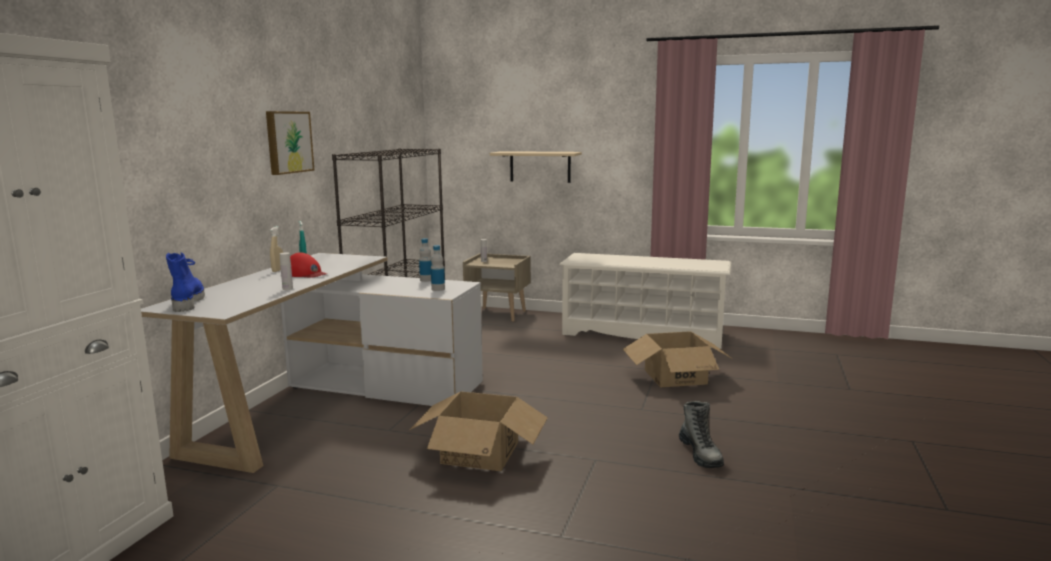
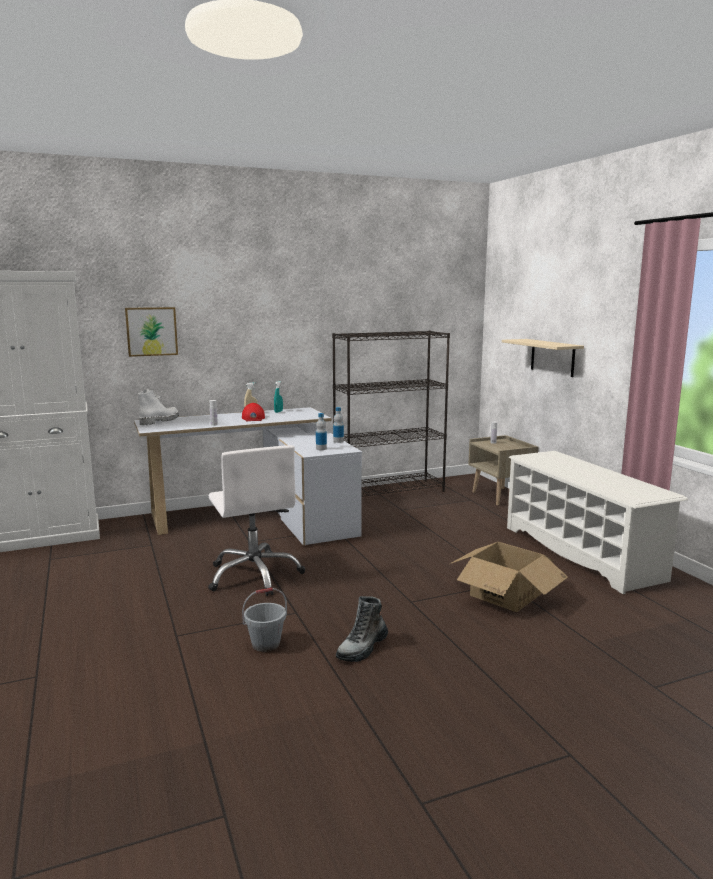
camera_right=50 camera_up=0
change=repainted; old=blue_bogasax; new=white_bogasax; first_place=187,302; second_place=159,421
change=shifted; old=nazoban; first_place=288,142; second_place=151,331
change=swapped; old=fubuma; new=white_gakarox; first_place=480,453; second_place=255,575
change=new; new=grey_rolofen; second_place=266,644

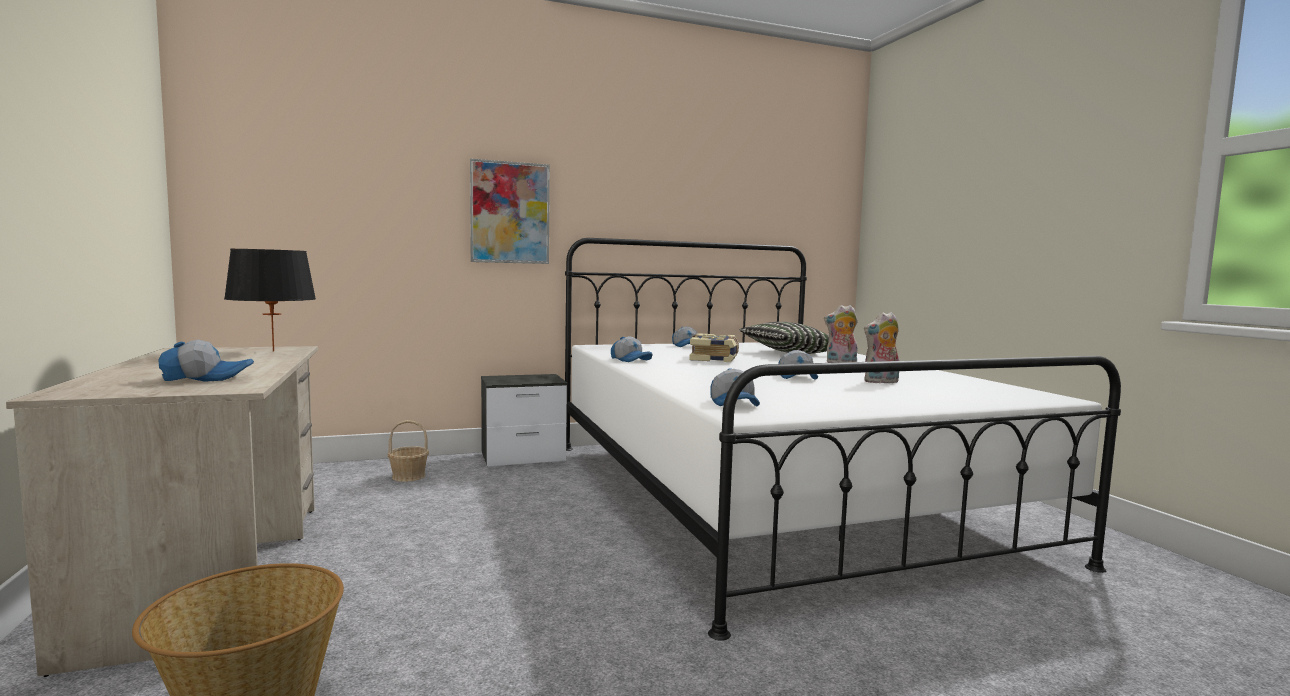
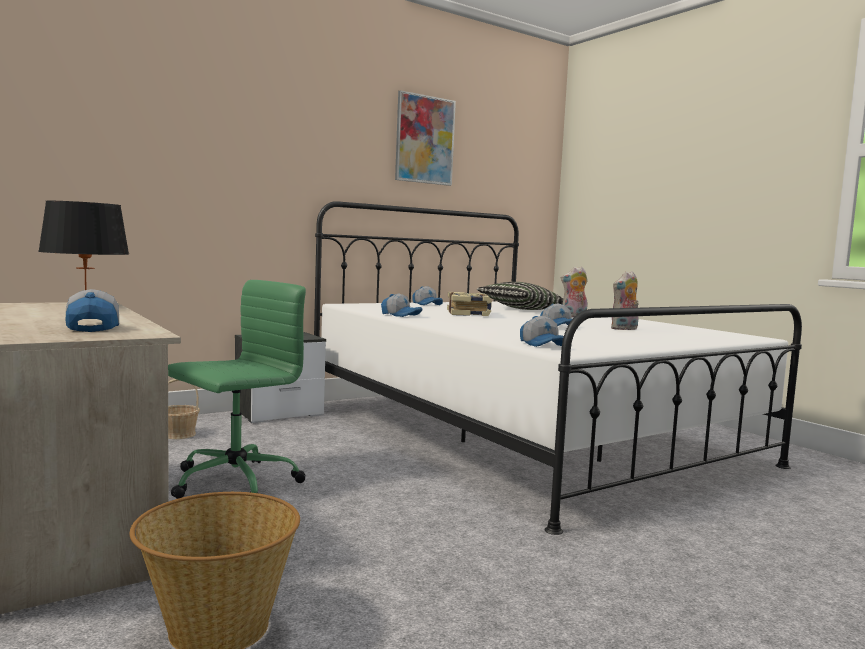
camera_right=-15 camera_up=0
change=rotated; old=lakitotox; first_place=207,378; second_place=92,327; degrees=-75
change=shifted; old=nazoban; first_place=510,213; second_place=424,139
change=new; new=green_gakarox; second_place=233,483

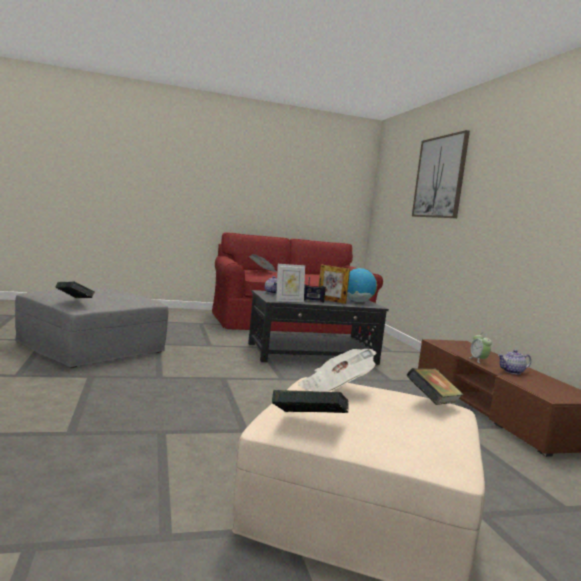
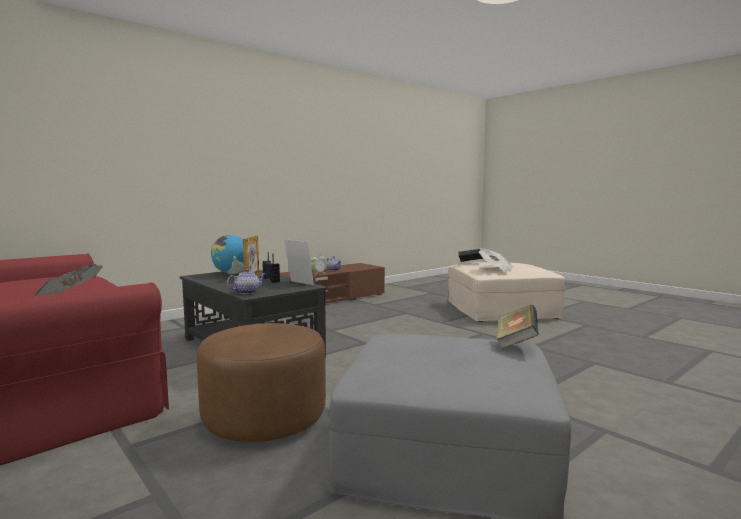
camera_right=-115 camera_up=0
change=gone; old=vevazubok; first_place=308,423
change=gone; old=nazoban; first_place=440,177
change=new; new=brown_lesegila; second_place=264,418

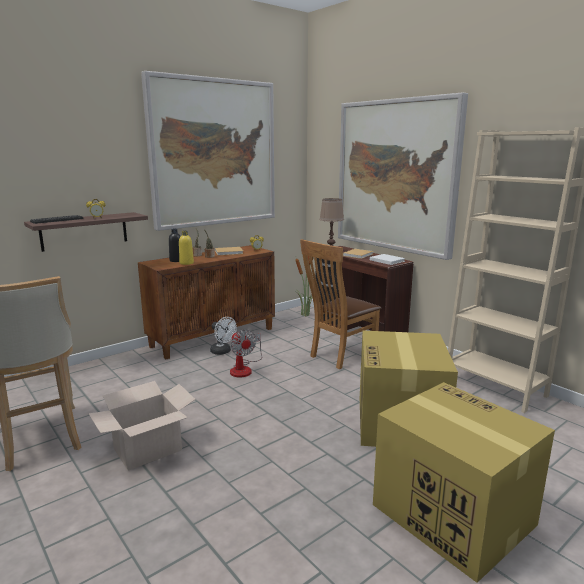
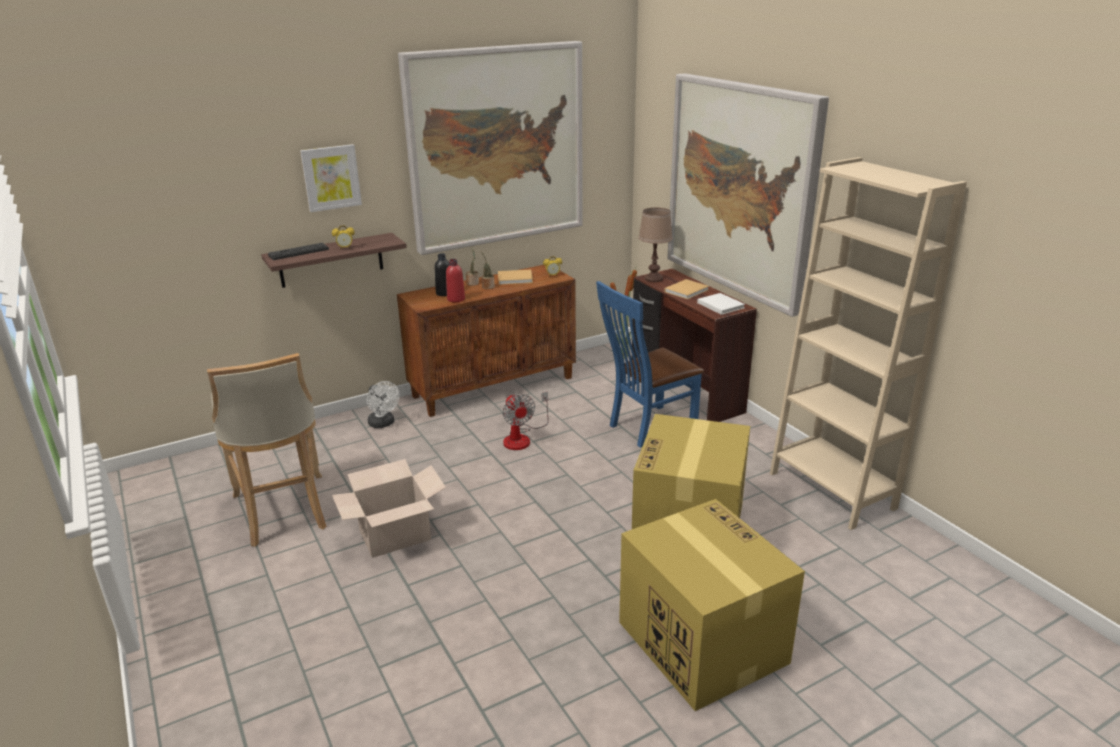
camera_right=10 camera_up=10
change=repainted; old=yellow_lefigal; new=red_lefigal; first_place=186,263; second_place=456,299
change=shifted; old=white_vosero; first_place=223,352; second_place=383,424
change=repainted; old=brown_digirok; new=blue_digirok; first_place=339,356; second_place=647,427
change=new; new=nazoban; second_place=331,177

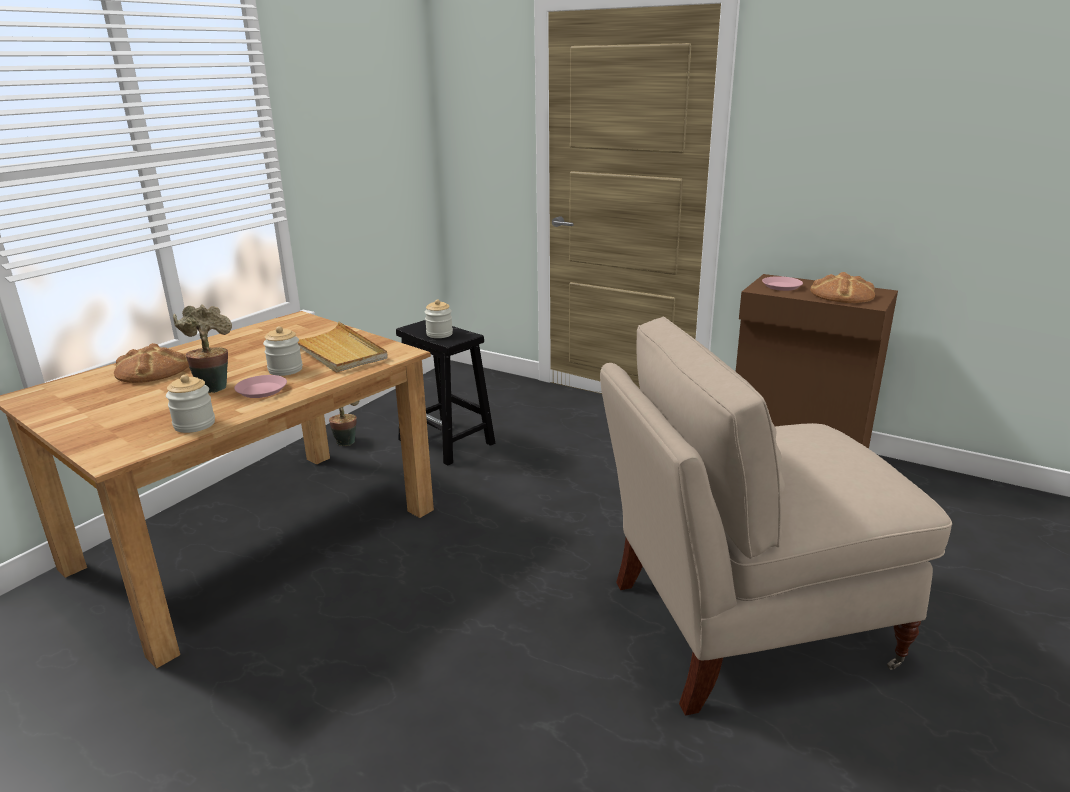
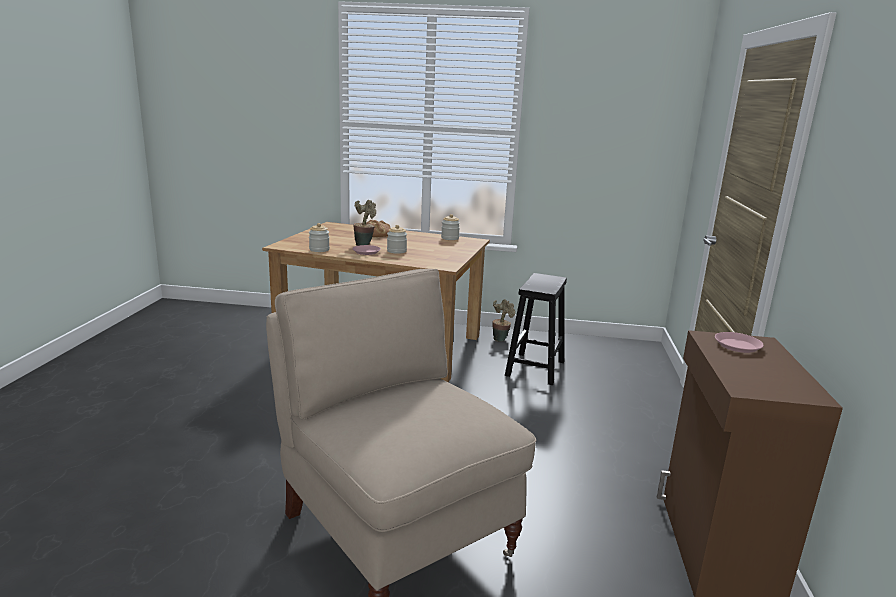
camera_right=65 camera_up=-5
change=gone; old=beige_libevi; first_place=336,351
change=shifted; old=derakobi; first_place=439,334; second_place=450,238
change=gone; old=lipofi; first_place=842,295

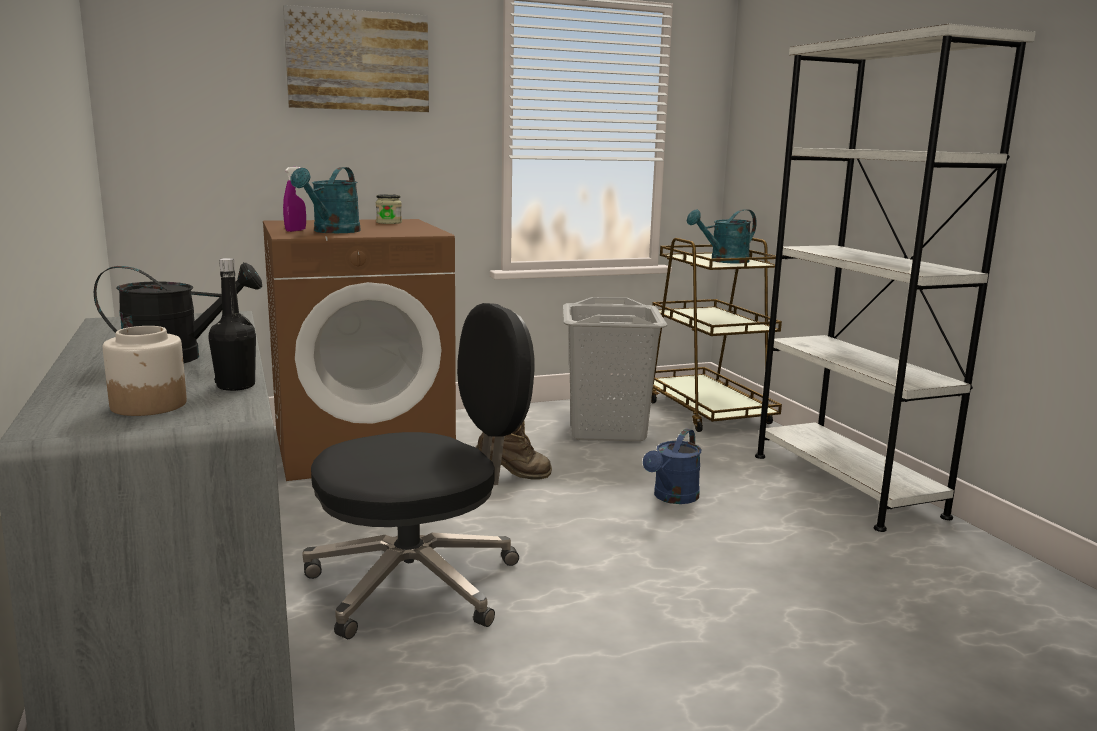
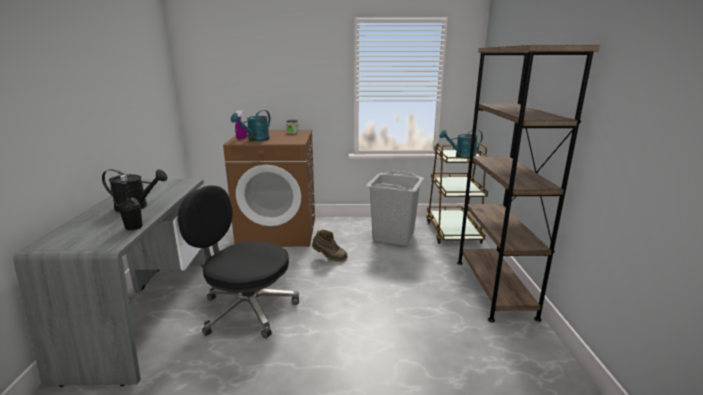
camera_right=20 camera_up=5
change=gone; old=derakobi; first_place=149,405
change=gone; old=nazoban; first_place=358,61
change=rotated; old=black_gakarox; first_place=419,582; second_place=246,309; degrees=-150
change=gone; old=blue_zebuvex; first_place=672,498
change=repainted; old=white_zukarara; new=brown_zukarara; first_place=845,484; second_place=494,288

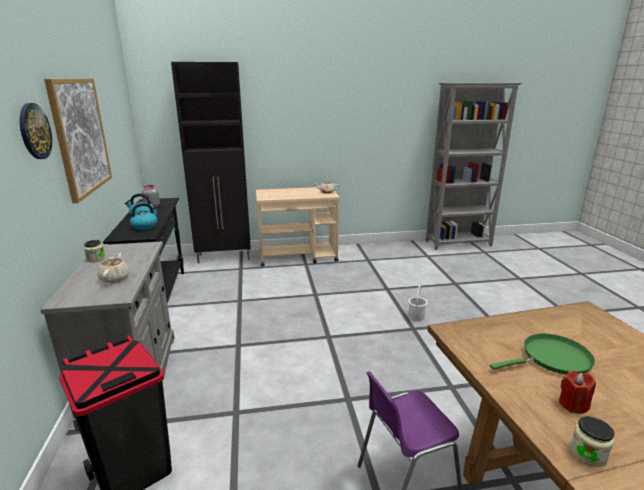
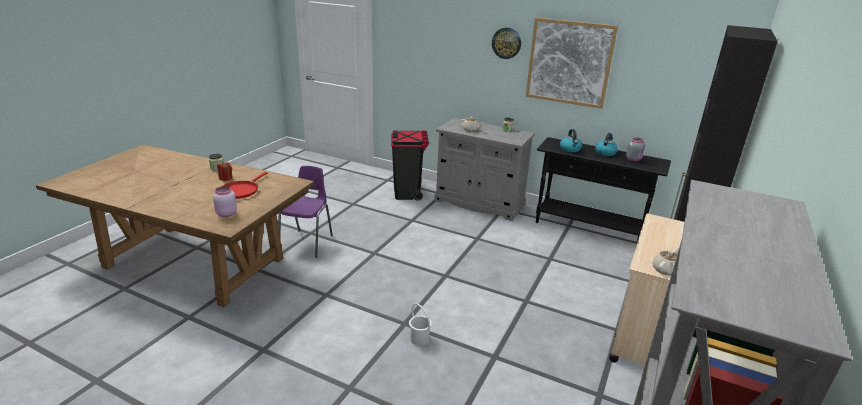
camera_right=125 camera_up=5
change=repainted; old=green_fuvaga; new=red_fuvaga; first_place=552,358; second_place=241,191
change=new; new=pink_derakobi; second_place=226,214

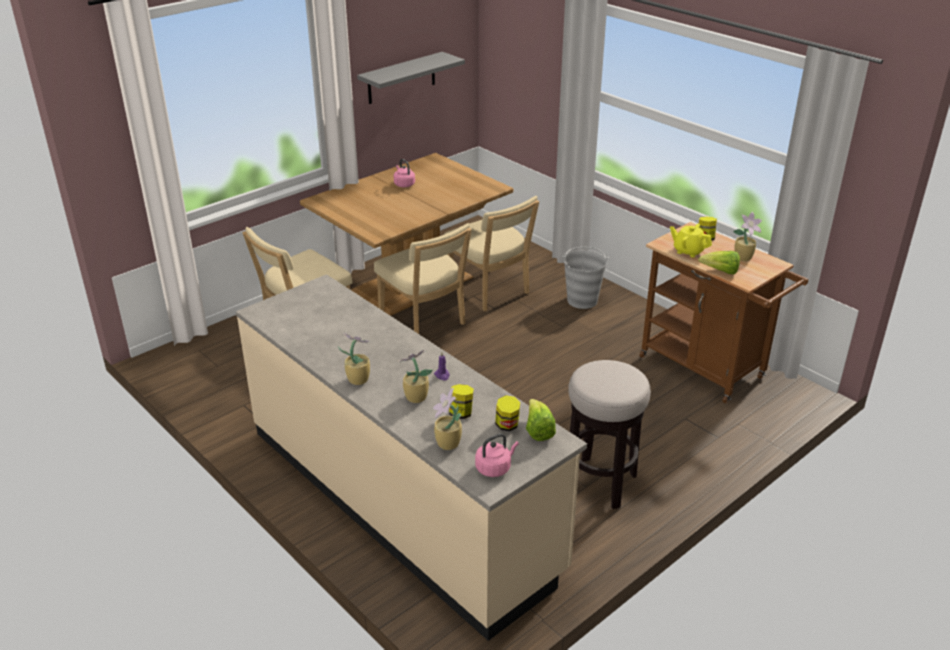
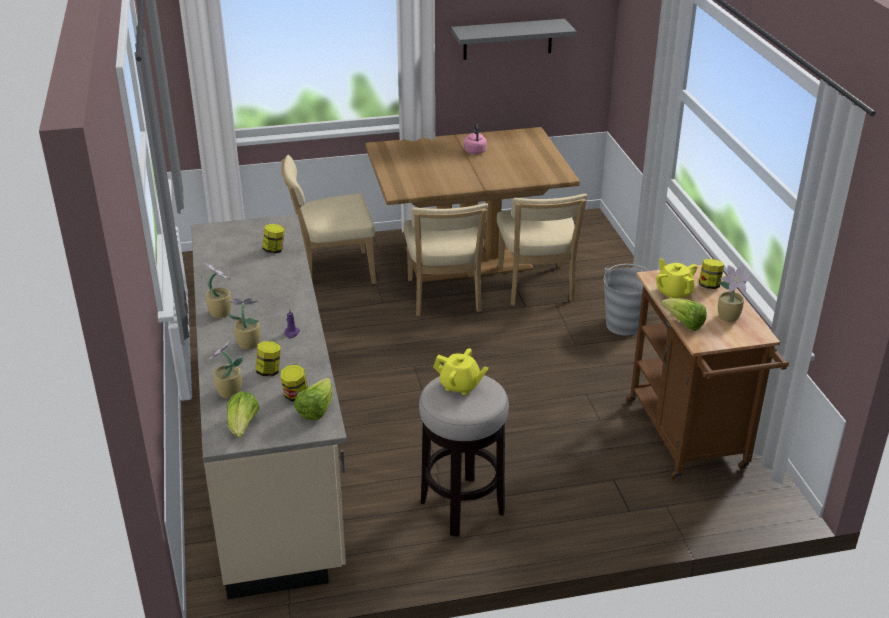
camera_right=30 camera_up=0
change=swapped; old=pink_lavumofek; new=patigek; first_place=494,468; second_place=243,427
change=new; new=derakobi; second_place=274,250
change=new; new=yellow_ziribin; second_place=460,386

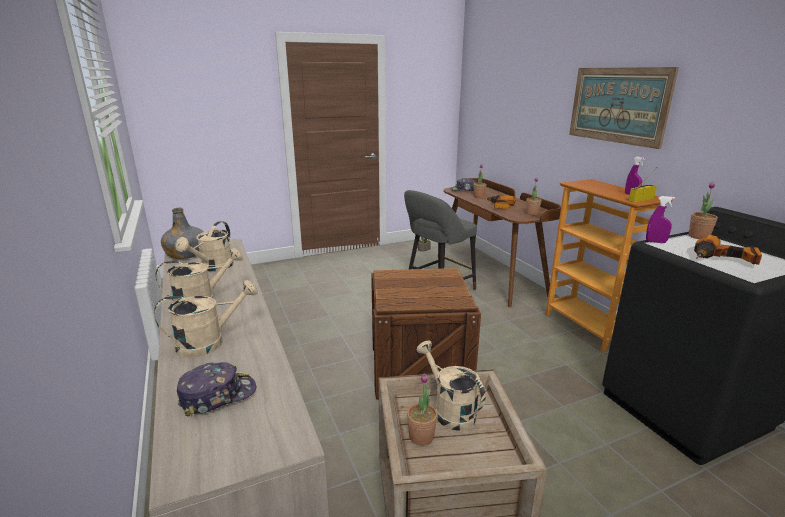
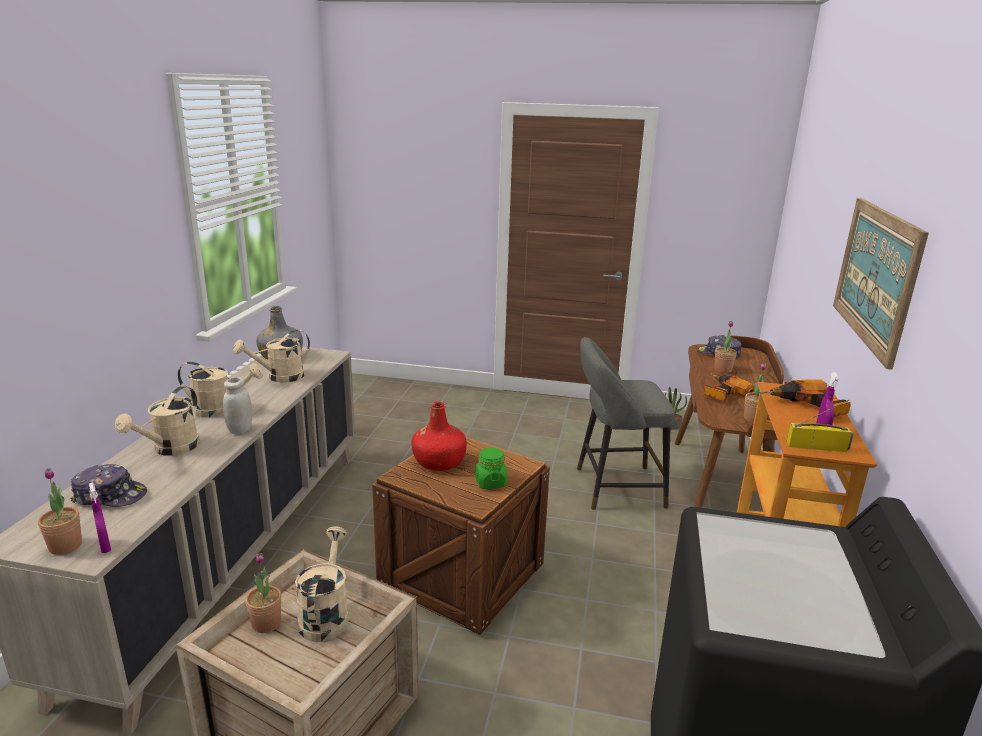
camera_right=35 camera_up=0
change=rotated; old=beige_zebuvex; first_place=209,342; second_place=170,449; degrees=105
change=shifted; old=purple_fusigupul; first_place=655,242; second_place=105,547
change=shifted; old=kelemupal; first_place=698,236; second_place=65,546
change=shifted; old=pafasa; first_place=723,260; second_place=807,408
change=new; new=white_derakobi; second_place=240,430
change=new; new=red_lefigal; second_place=439,461
change=new; new=green_derakobi; second_place=490,482

